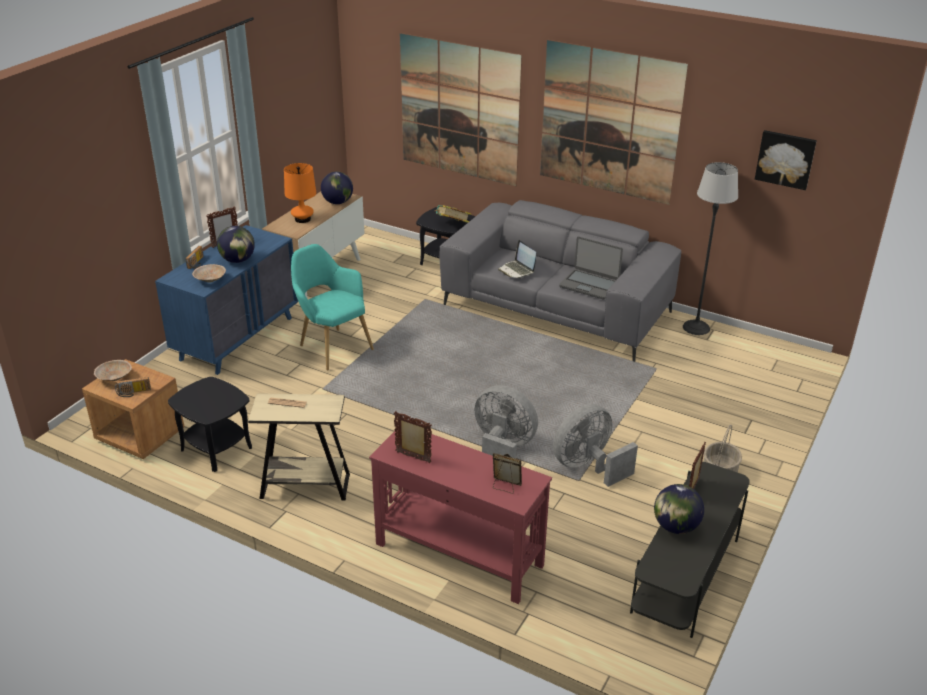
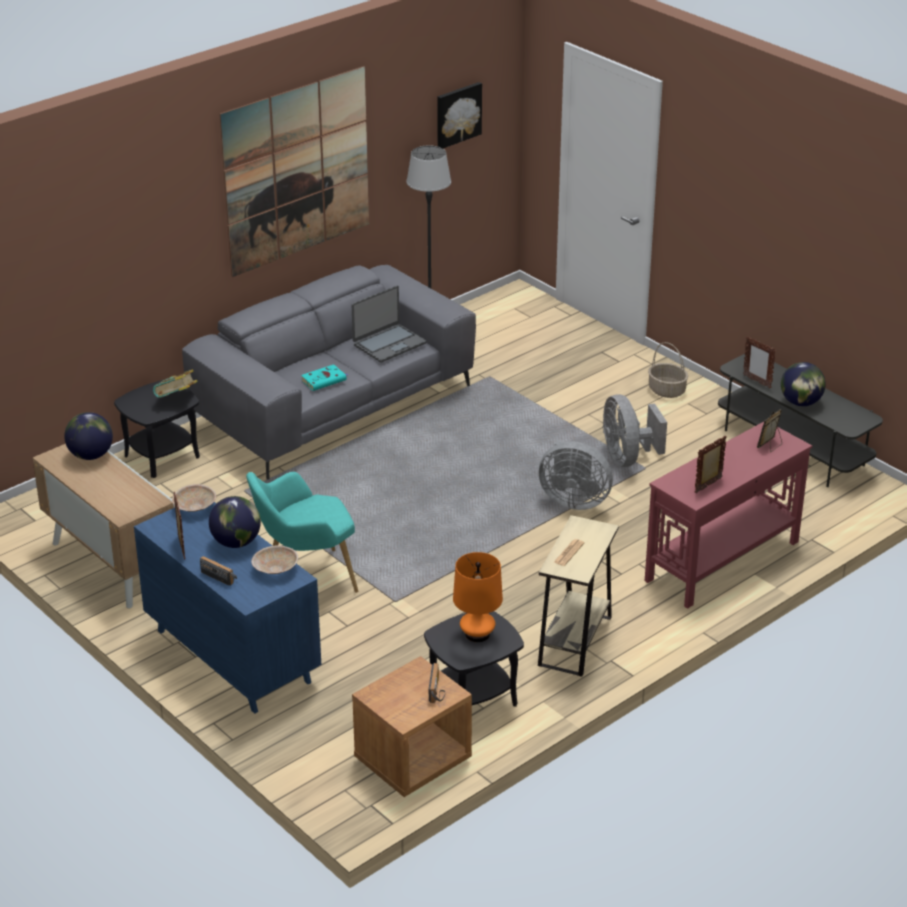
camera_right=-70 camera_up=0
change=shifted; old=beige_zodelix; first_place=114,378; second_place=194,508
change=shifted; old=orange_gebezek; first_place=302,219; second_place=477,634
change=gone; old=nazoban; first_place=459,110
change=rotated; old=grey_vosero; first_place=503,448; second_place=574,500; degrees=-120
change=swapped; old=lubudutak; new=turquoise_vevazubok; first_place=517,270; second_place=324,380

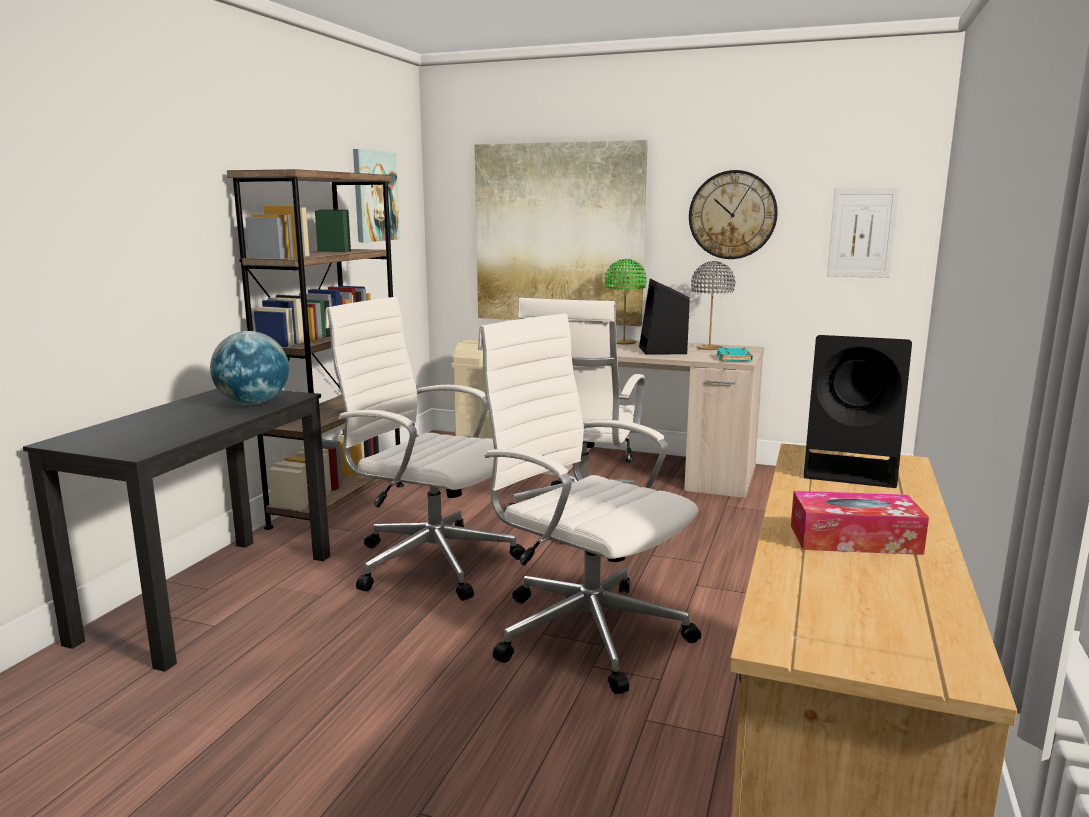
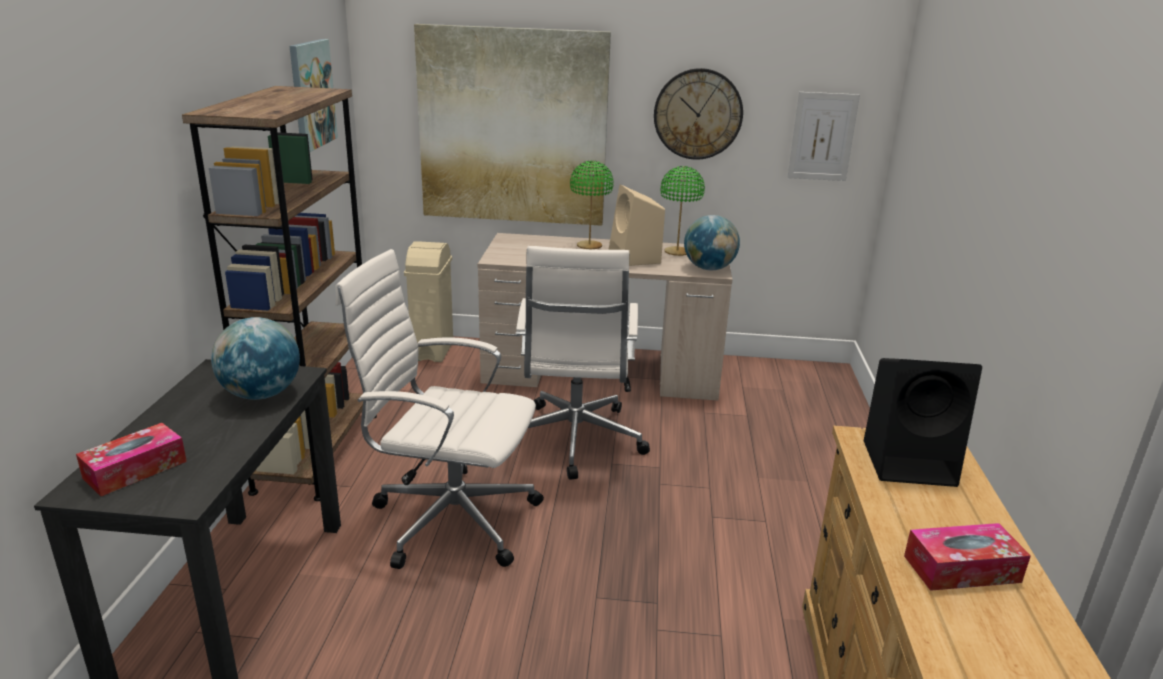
camera_right=-15 camera_up=10
change=gone; old=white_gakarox; first_place=585,630
change=repainted; old=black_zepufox; new=beige_zepufox; first_place=663,350; second_place=635,258
change=repainted; old=grey_gebezek; new=green_gebezek; first_place=709,348; second_place=676,252
change=swapped; old=turquoise_vevazubok; new=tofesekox; first_place=734,358; second_place=709,268
change=new; new=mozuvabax; second_place=135,470

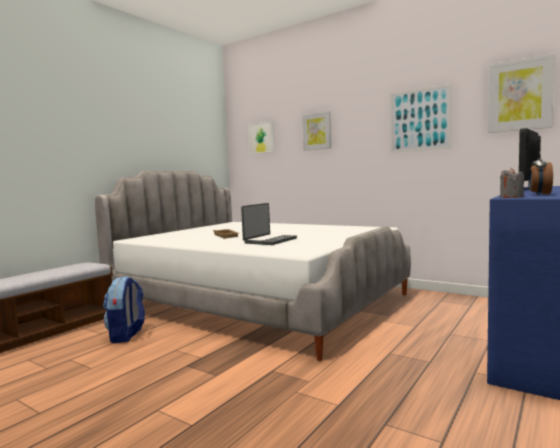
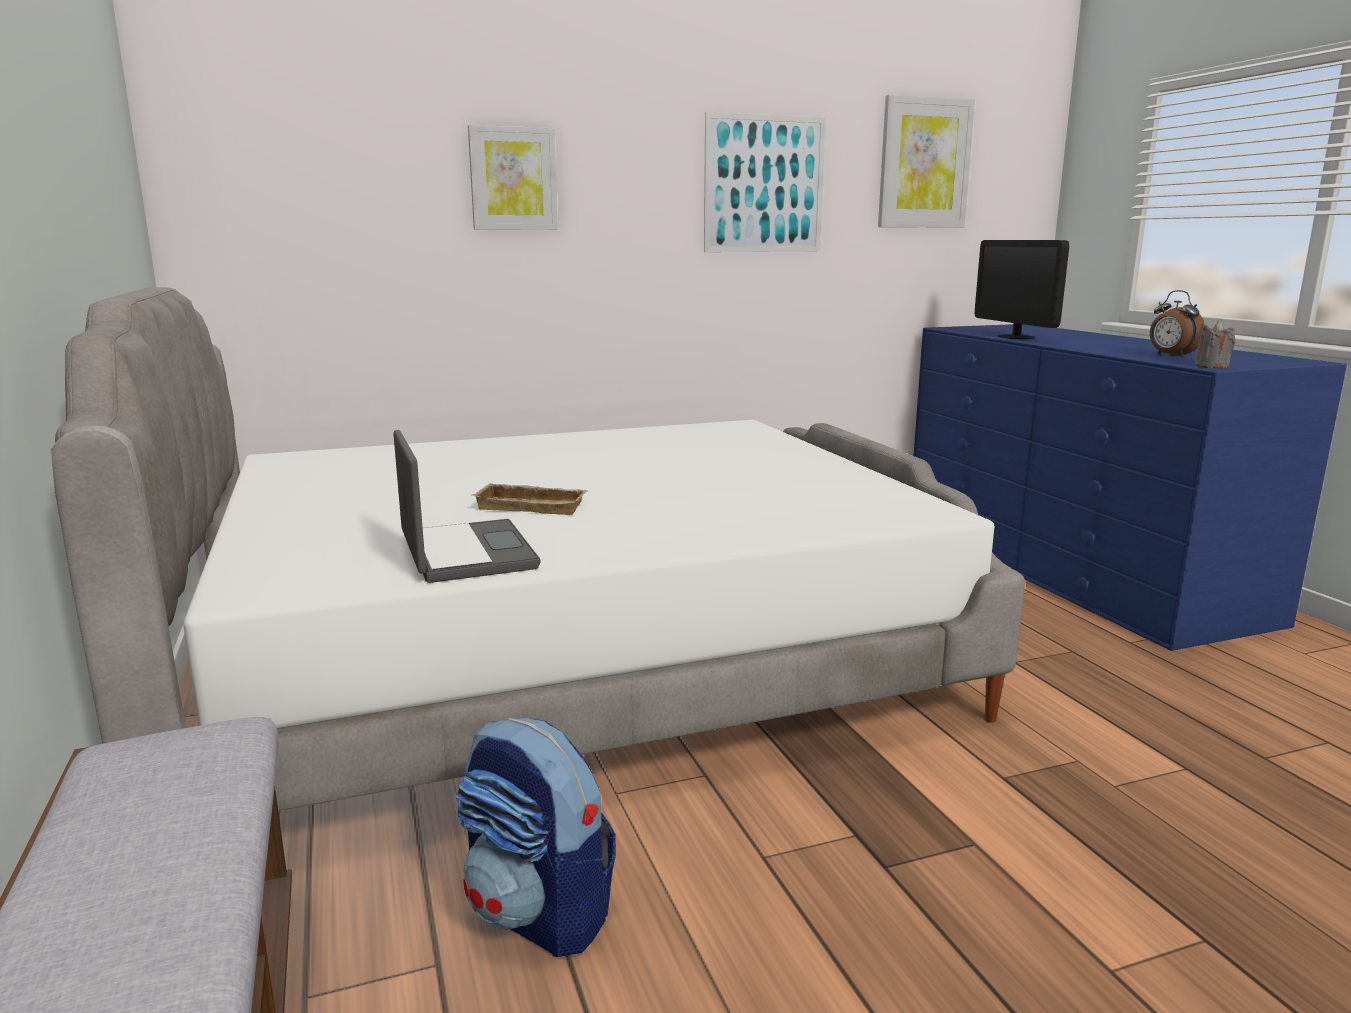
camera_right=-55 camera_up=10
change=shifted; old=lubudutak; first_place=269,241; second_place=464,553
change=gone; old=nazoban; first_place=262,138

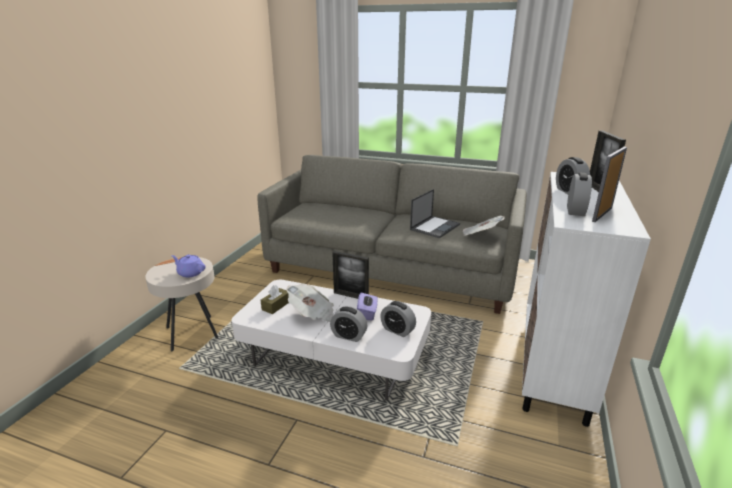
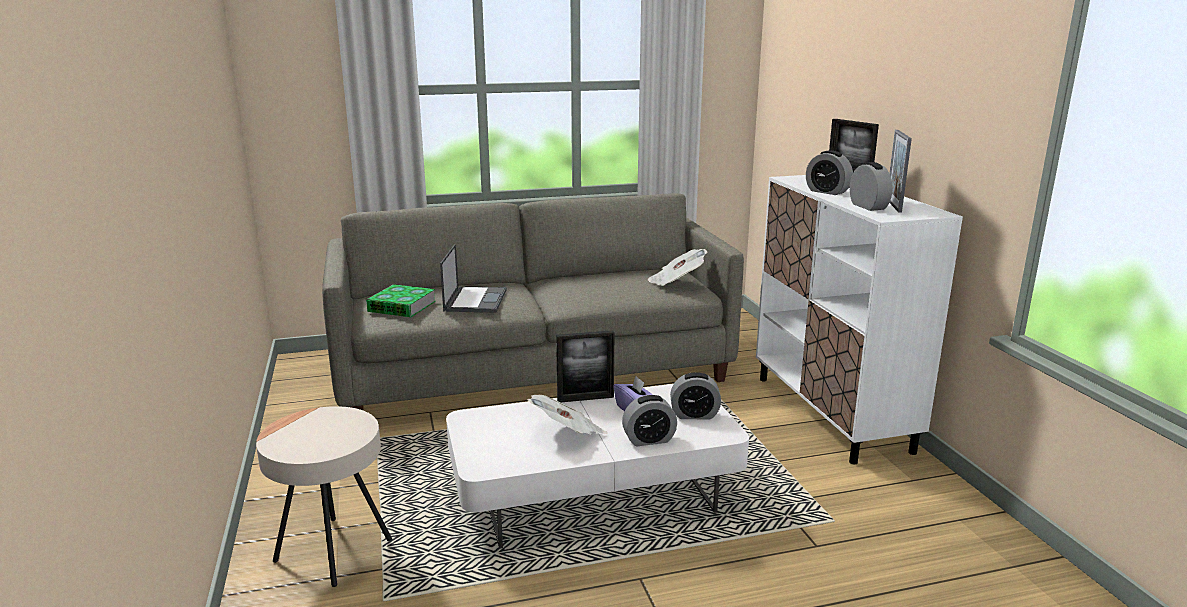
camera_right=-35 camera_up=-5
change=gone; old=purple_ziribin; first_place=190,273
change=gone; old=brown_mozuvabax; first_place=276,305
change=shifted; old=lubudutak; first_place=435,227; second_place=475,300
change=new; new=vevazubok; second_place=402,306

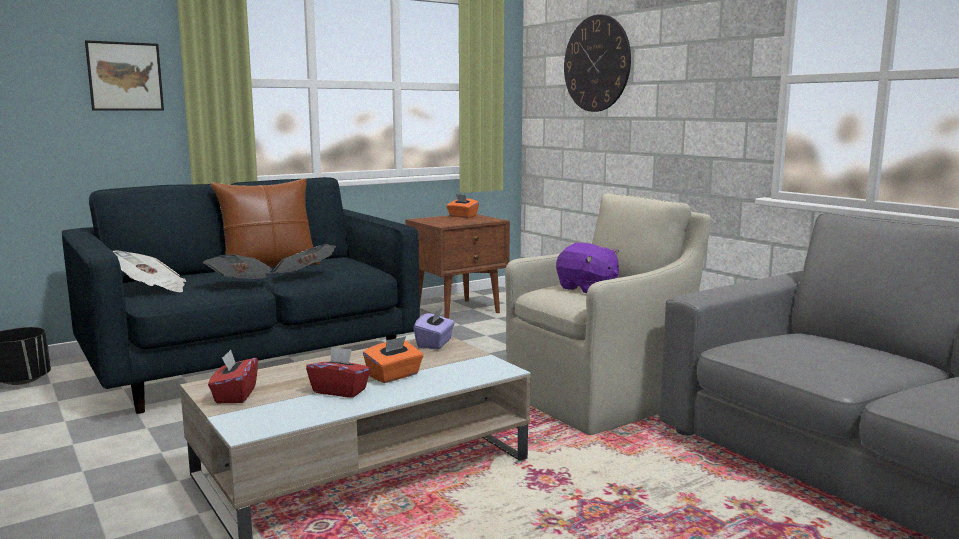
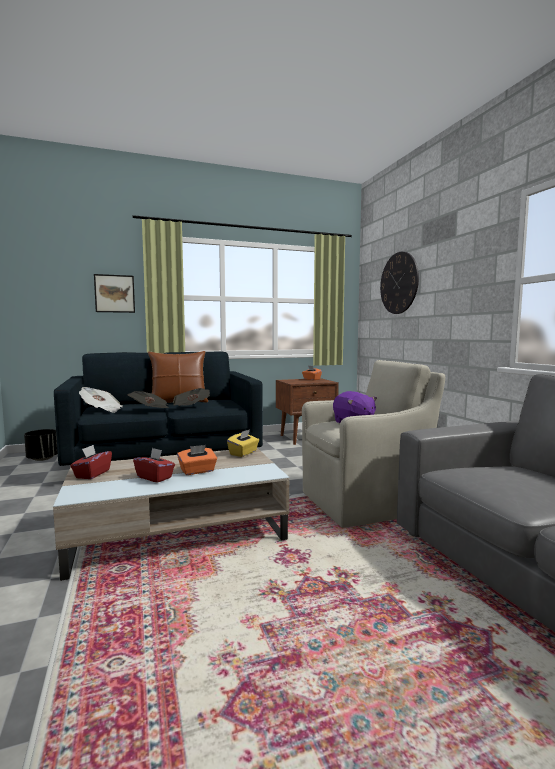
camera_right=15 camera_up=-5
change=repainted; old=purple_mozuvabax; new=yellow_mozuvabax; first_place=435,343; second_place=243,453

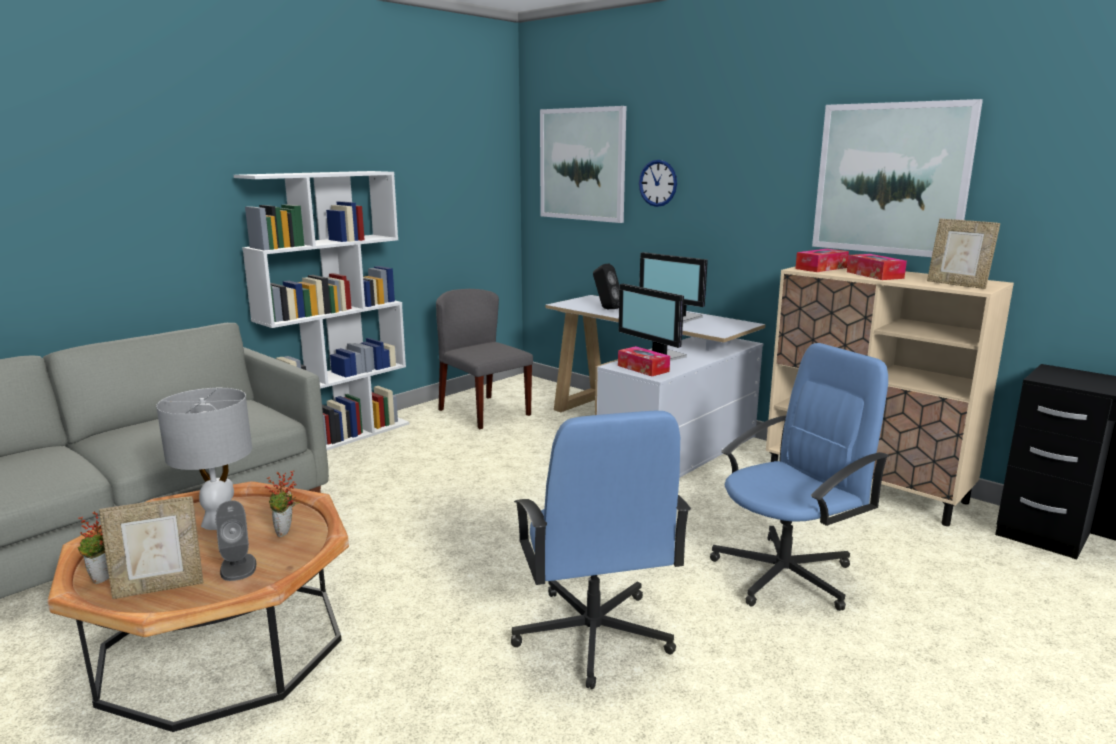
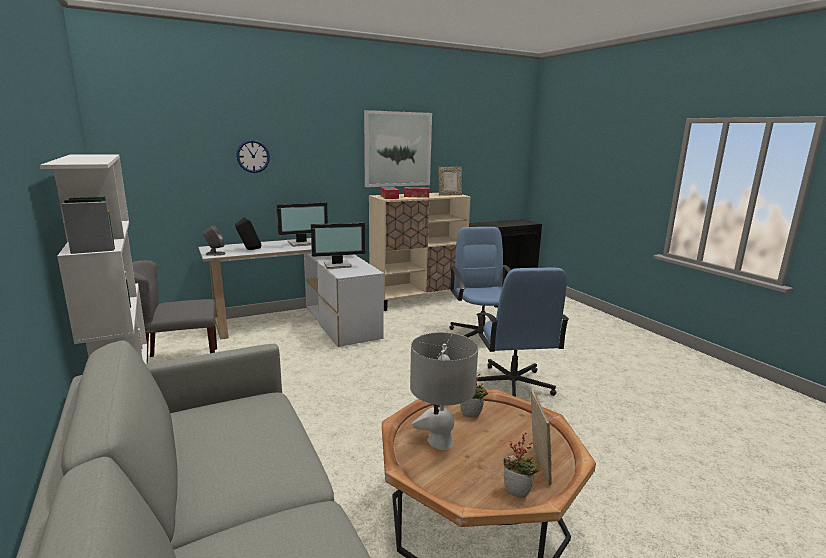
camera_right=-70 camera_up=0
change=shifted; old=grey_zepufox; first_place=238,567; second_place=215,254
change=rotated; old=blue_gakarox; first_place=592,636; second_place=512,386; degrees=75
change=gone; old=nazoban; first_place=582,164
change=gone; old=mozuvabax; first_place=643,368

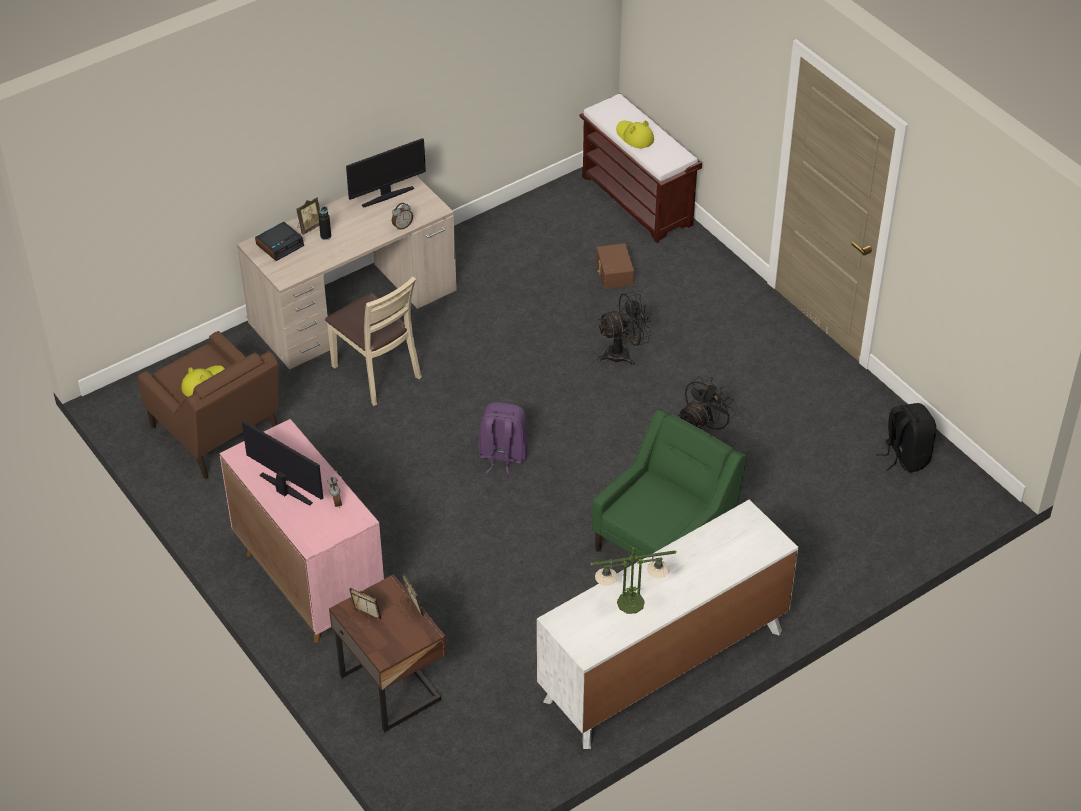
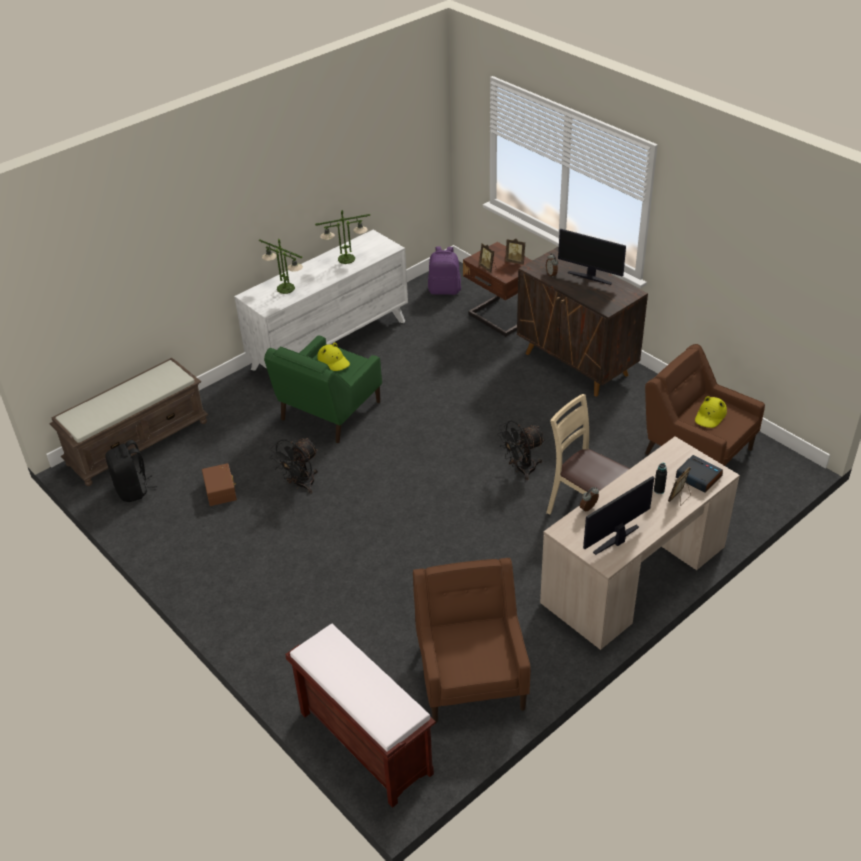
camera_right=175 camera_up=-5
change=repainted; old=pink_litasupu; new=brown_litasupu; first_place=309,581; second_place=577,364
change=rotated; old=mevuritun; first_place=280,245; second_place=698,477; degrees=90
change=shifted; old=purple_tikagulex; first_place=502,456; second_place=444,290
change=shifted; old=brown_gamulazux; first_place=613,273; second_place=221,490
change=shifted; old=black_vosero; first_place=623,353; second_place=521,469
change=shifted; old=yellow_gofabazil; first_place=634,136; second_place=334,361
change=new; new=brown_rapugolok; second_place=138,442
change=new; new=gebezek; second_place=286,288
change=new; new=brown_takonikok; second_place=471,674

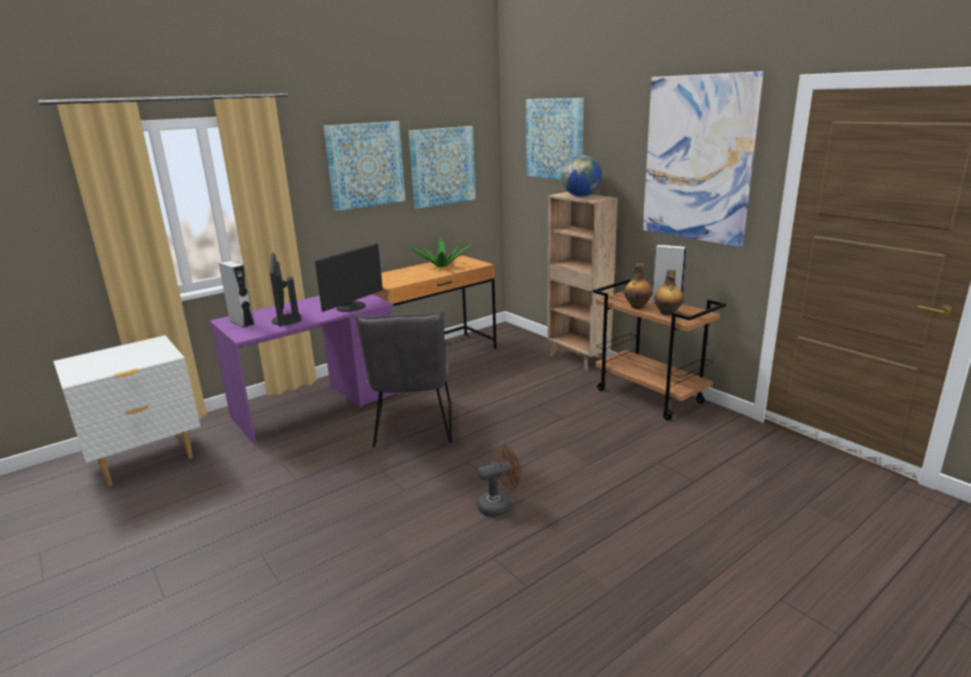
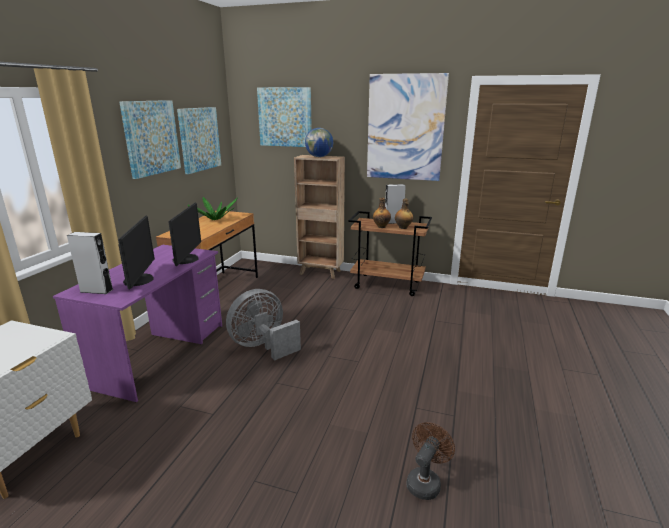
camera_right=-35 camera_up=0
change=rotated; old=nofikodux; first_place=285,320; second_place=140,280; degrees=-135
change=swapped; old=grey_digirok; new=grey_vosero; first_place=413,428; second_place=263,346
change=shifted; old=brown_vosero; first_place=499,505; second_place=425,481

